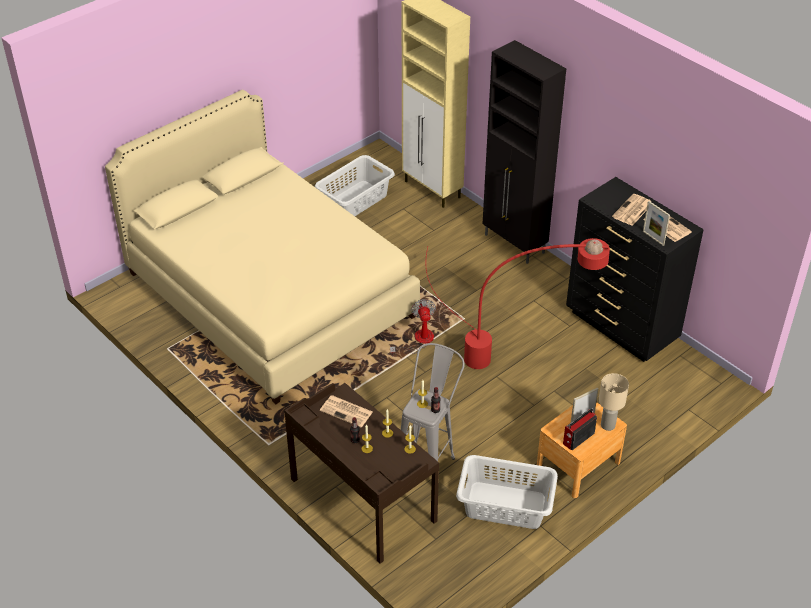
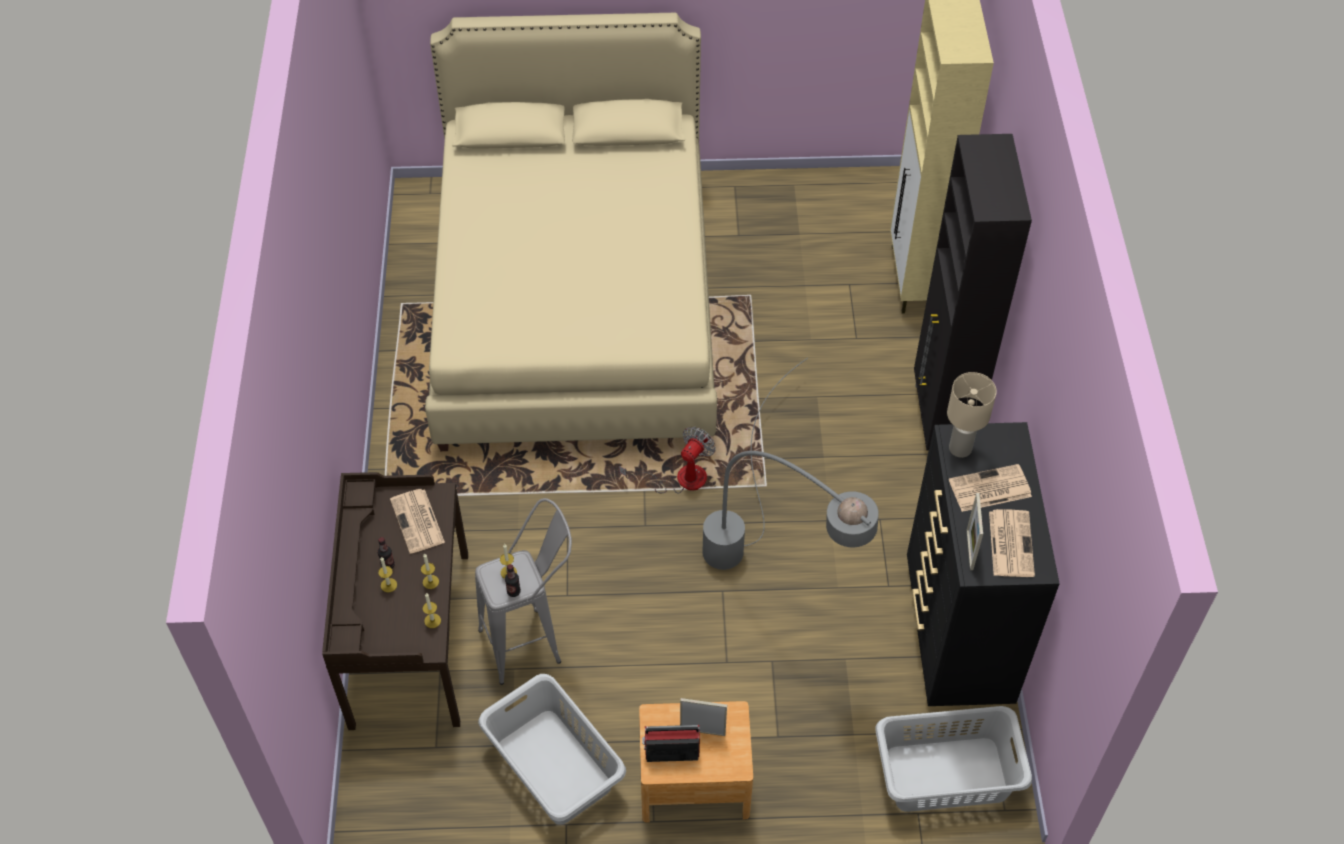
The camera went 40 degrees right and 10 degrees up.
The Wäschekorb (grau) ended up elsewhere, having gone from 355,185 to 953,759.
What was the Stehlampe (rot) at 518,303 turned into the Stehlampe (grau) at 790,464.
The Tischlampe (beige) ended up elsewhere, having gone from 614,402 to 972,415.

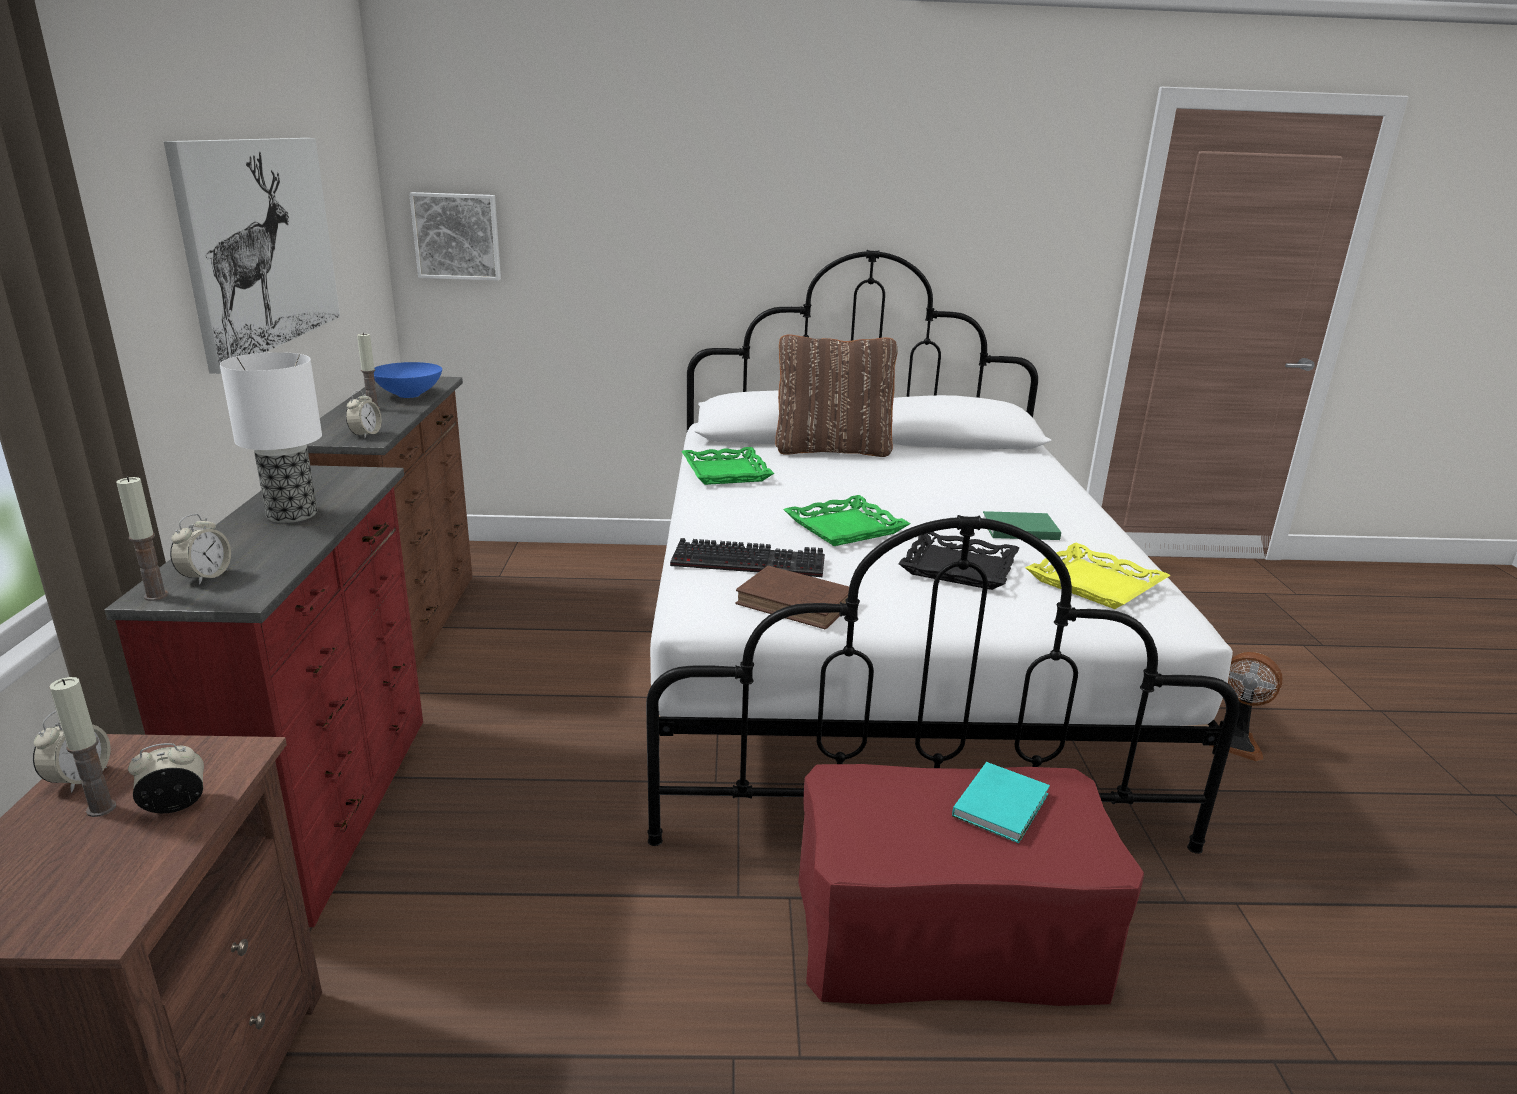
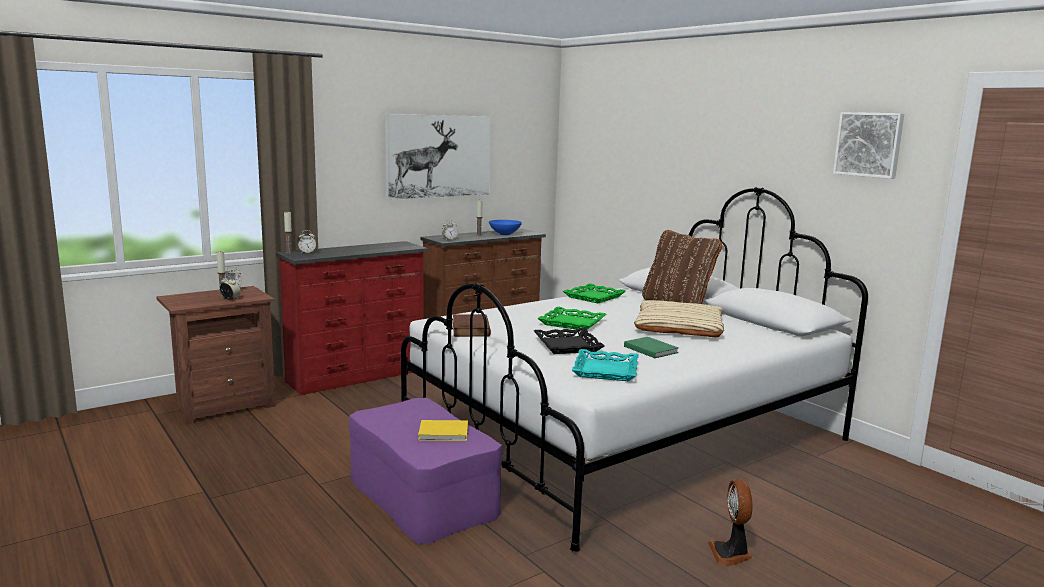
The camera went 55 degrees right and 10 degrees down.
The Bild ended up elsewhere, having gone from 455,236 to 868,145.
The second view lost the Tischlampe at 271,437.
The second view lost the Tastatur at 747,557.
What was the Tablett (gelb) at 1098,576 turned into the Tablett (türkis) at 605,365.
What was the Buch (türkis) at 1001,802 turned into the Buch (gelb) at 443,430.
What was the Polsterhocker (rot) at 971,885 turned into the Polsterhocker (lila) at 425,471.
The second view gained the Kissen (beige) at 679,318.

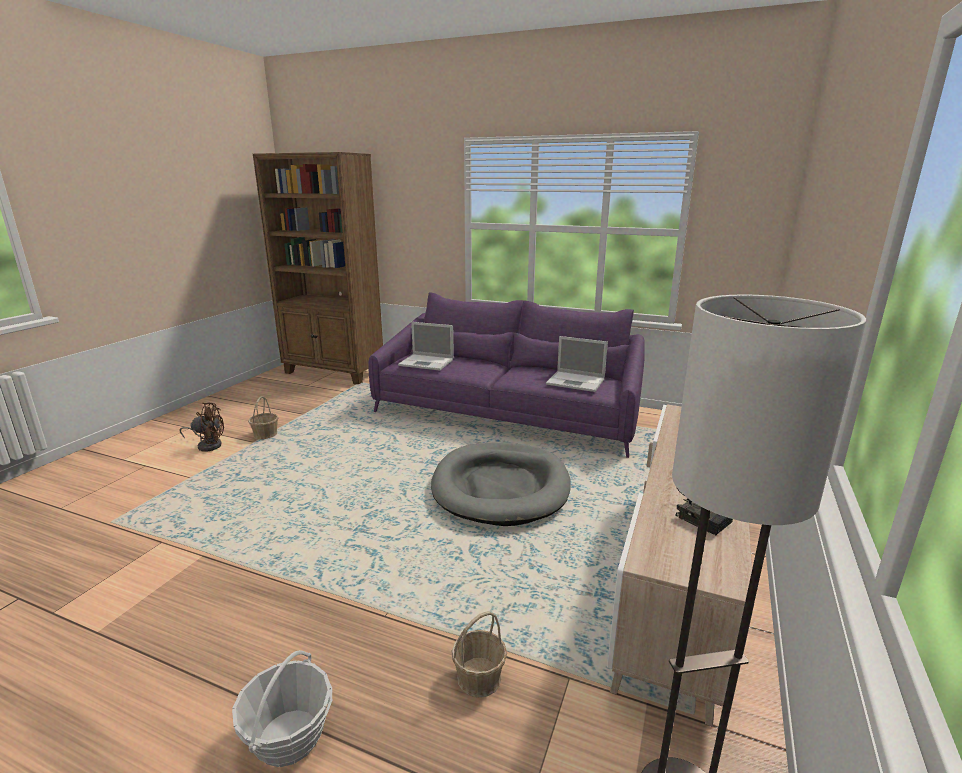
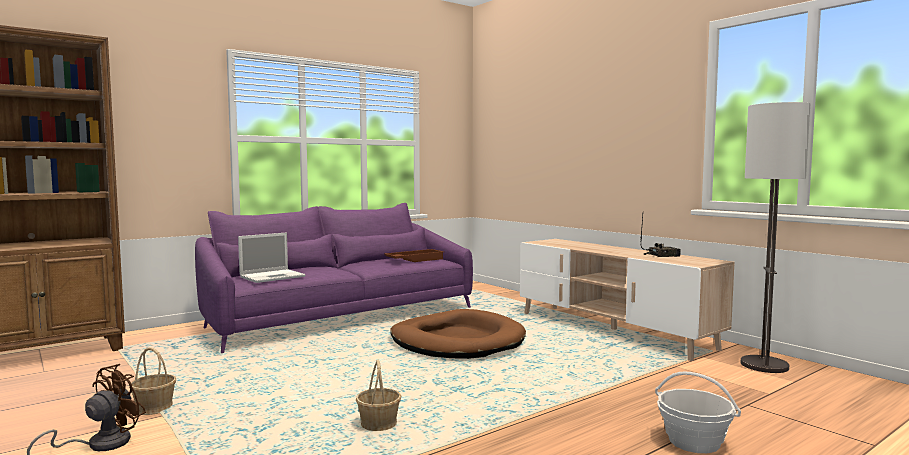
The camera went 60 degrees left and 15 degrees down.
Where the Laptop stood at 577,364, the Tablett (braun) came to stand at 414,255.
What was the Hundebett (grau) at 501,484 turned into the Hundebett (braun) at 458,334.
The Korb ended up elsewhere, having gone from 479,654 to 378,395.

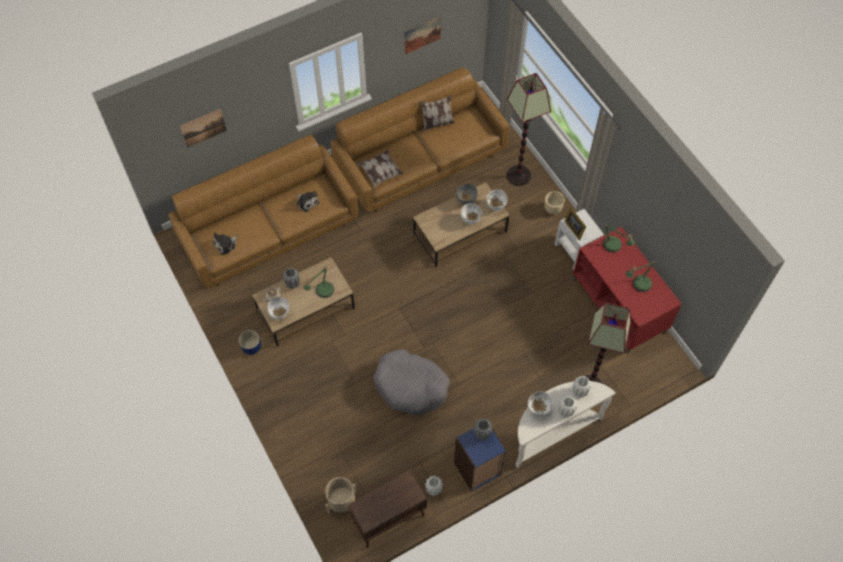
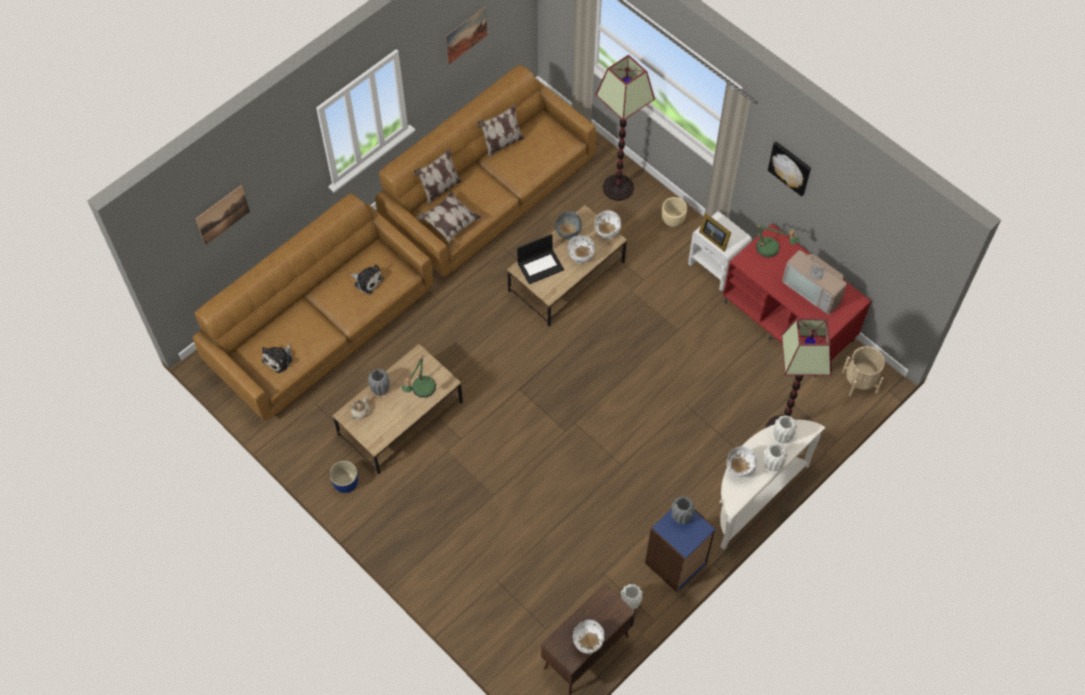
The camera went 15 degrees left and 0 degrees up.
Where the Tischlampe stood at 641,276, the Fernseher came to stand at 814,280.
The Schüssel (weiß) ended up elsewhere, having gone from 278,308 to 588,637.
The second view lost the Hundebett (grau) at 411,382.
The Pflanzkübel (beige) ended up elsewhere, having gone from 340,495 to 863,371.
The second view gained the Bild at 789,169.
The second view gained the Kissen at 438,176.
The second view gained the Laptop at 540,259.

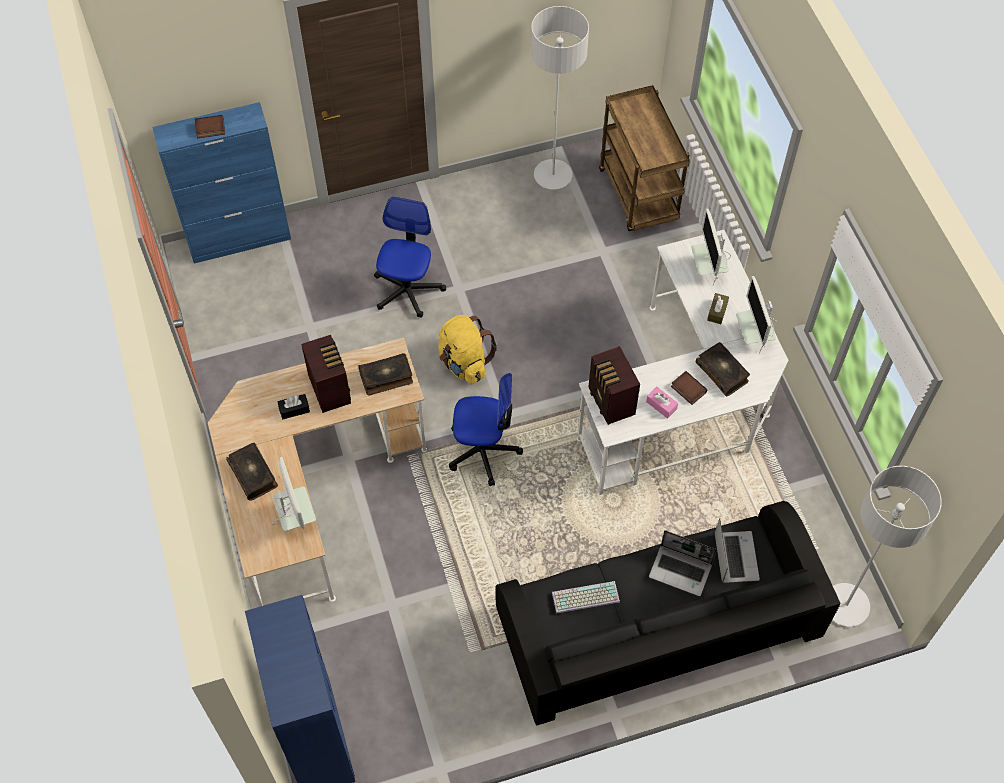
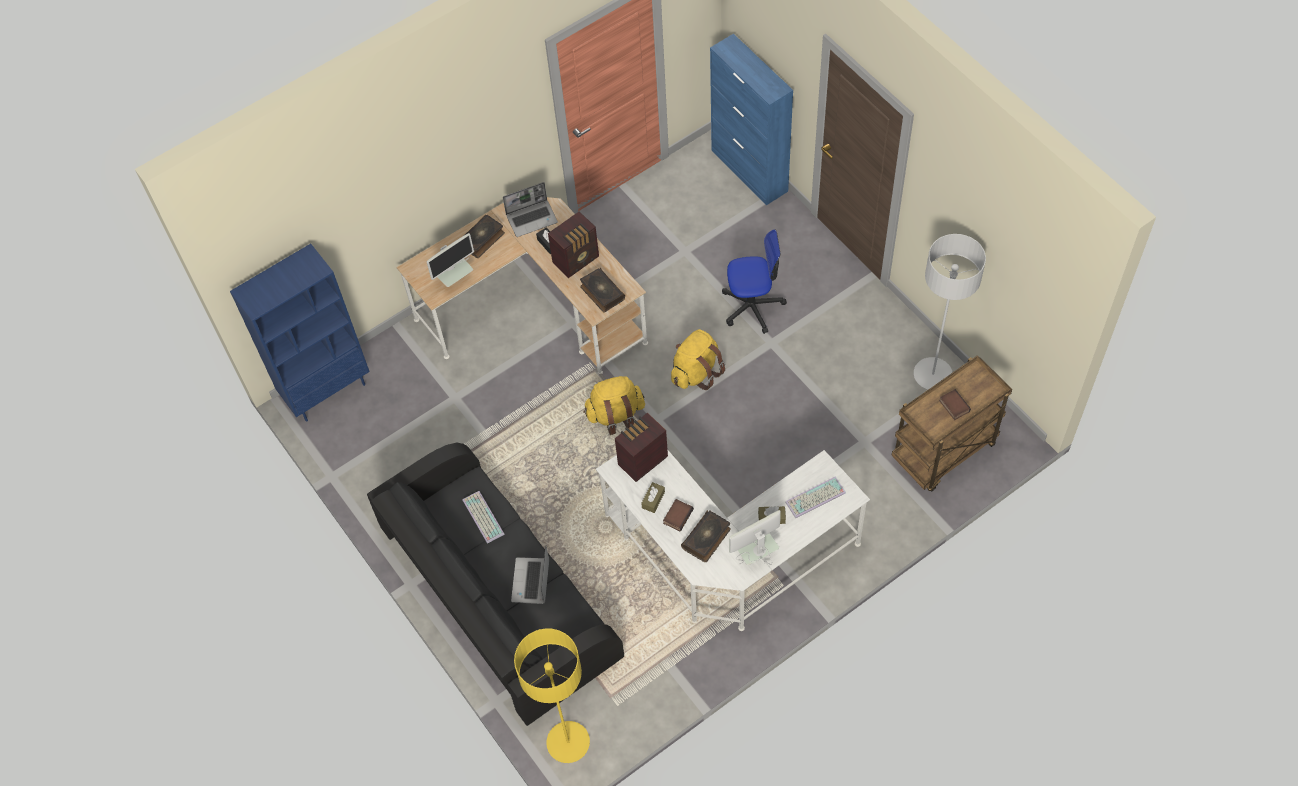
The camera went 75 degrees right and 0 degrees up.
The Buch ended up elsewhere, having gone from 209,126 to 955,404.
Where the Monitor stood at 711,247, the Tastatur came to stand at 815,497.
Where the Bürostuhl stood at 486,429, the Rucksack (gelb) came to stand at 614,405.
What was the Taschentuchbox (rosa) at 662,402 turned into the Taschentuchbox (braun) at 653,497.
What was the Stehlampe (grau) at 887,546 turned into the Stehlampe (gelb) at 552,695.
The Laptop ended up elsewhere, having gone from 737,550 to 530,209.

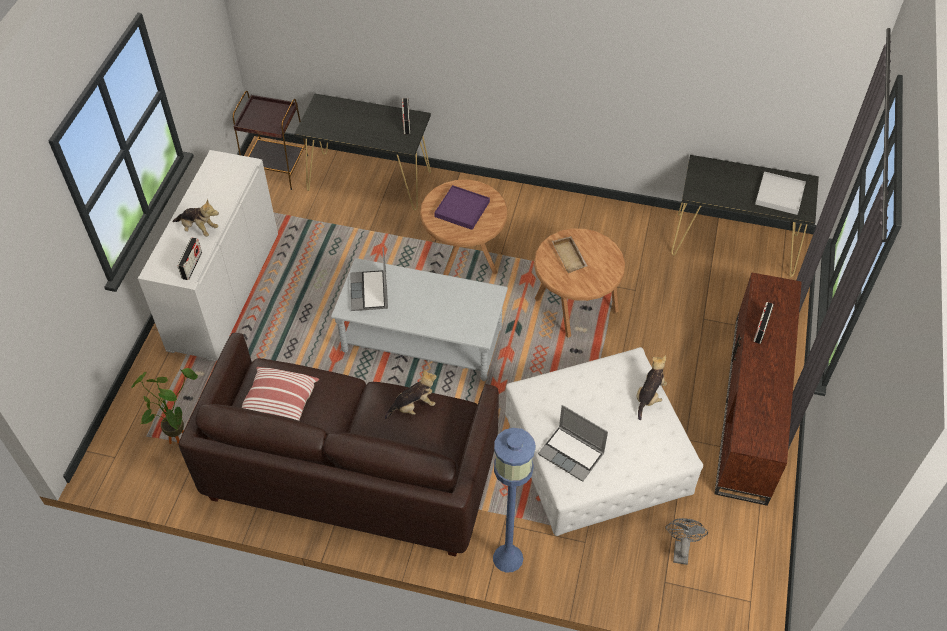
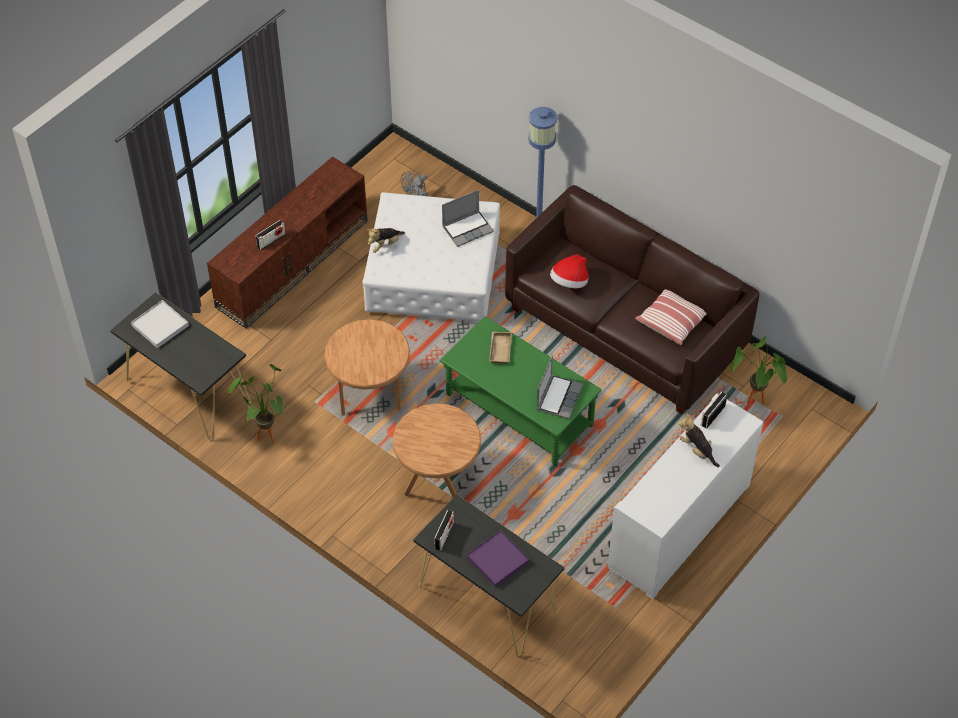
The camera went 155 degrees left and 0 degrees up.
The second view lost the Beistelltisch (braun) at 270,140.
The Tablett (lila) ended up elsewhere, having gone from 462,207 to 498,558.
The Tablett (beige) ended up elsewhere, having gone from 569,254 to 500,347.
What was the Couchtisch (grau) at 419,319 turned into the Couchtisch (grün) at 521,390.
Where the Plüschtier stood at 411,394, the Hut came to stand at 569,271.
The Laptop at 573,443 ended up facing another way, 90 degrees clockwise from before.
The second view gained the Topfpflanze at 256,404.

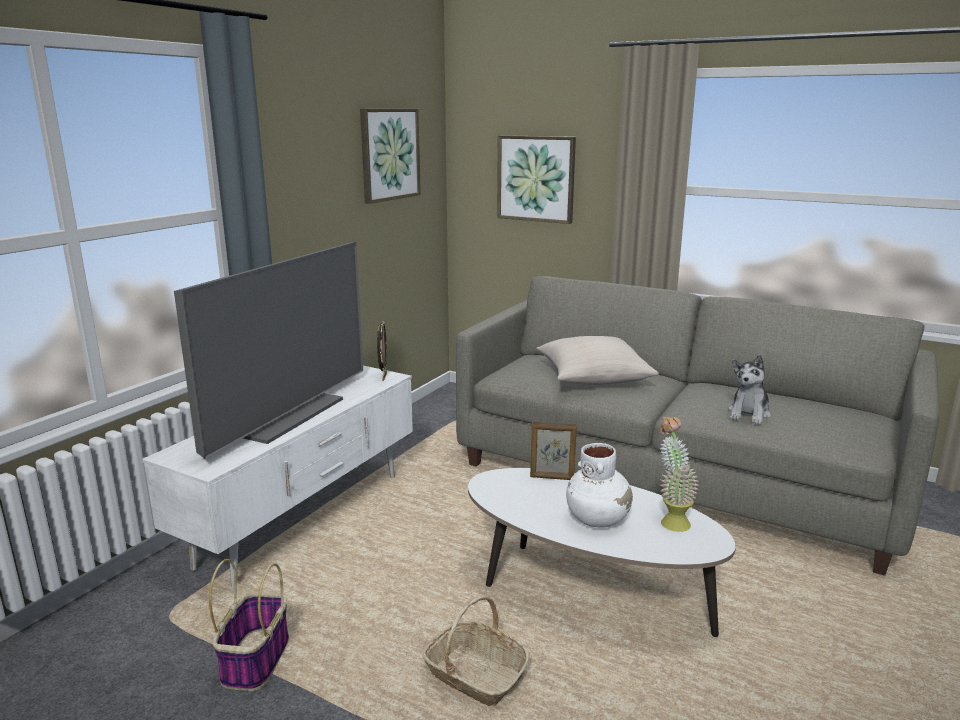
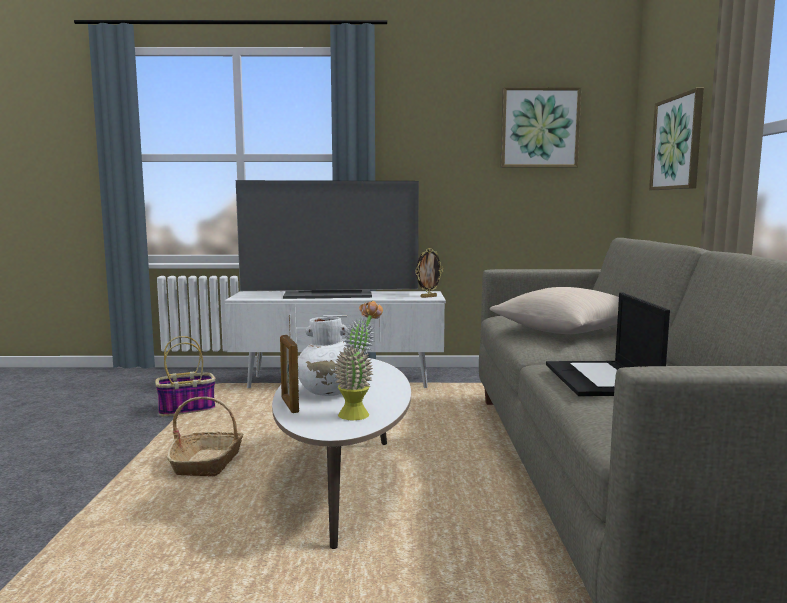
The camera went 60 degrees right and 10 degrees down.
Where the Plüschtier stood at 749,390, the Laptop came to stand at 608,344.
The Bilderrahmen ended up elsewhere, having gone from 553,451 to 289,374.

